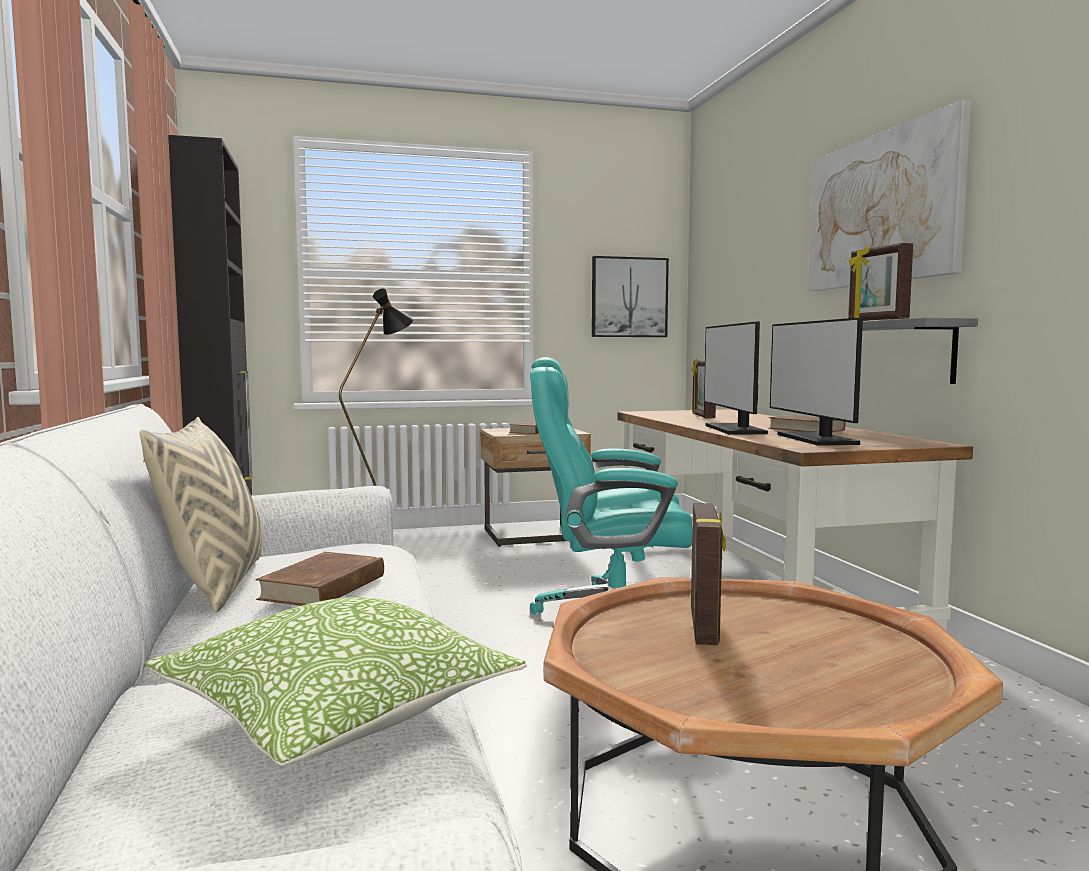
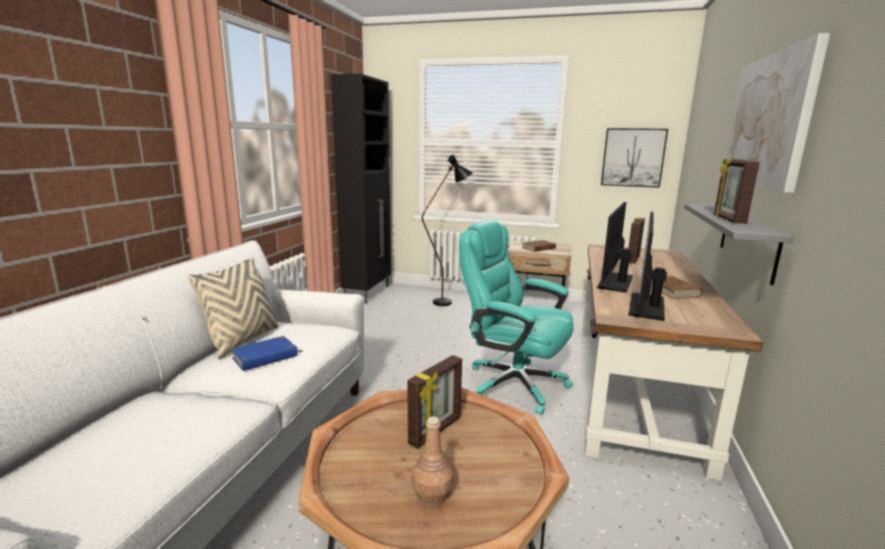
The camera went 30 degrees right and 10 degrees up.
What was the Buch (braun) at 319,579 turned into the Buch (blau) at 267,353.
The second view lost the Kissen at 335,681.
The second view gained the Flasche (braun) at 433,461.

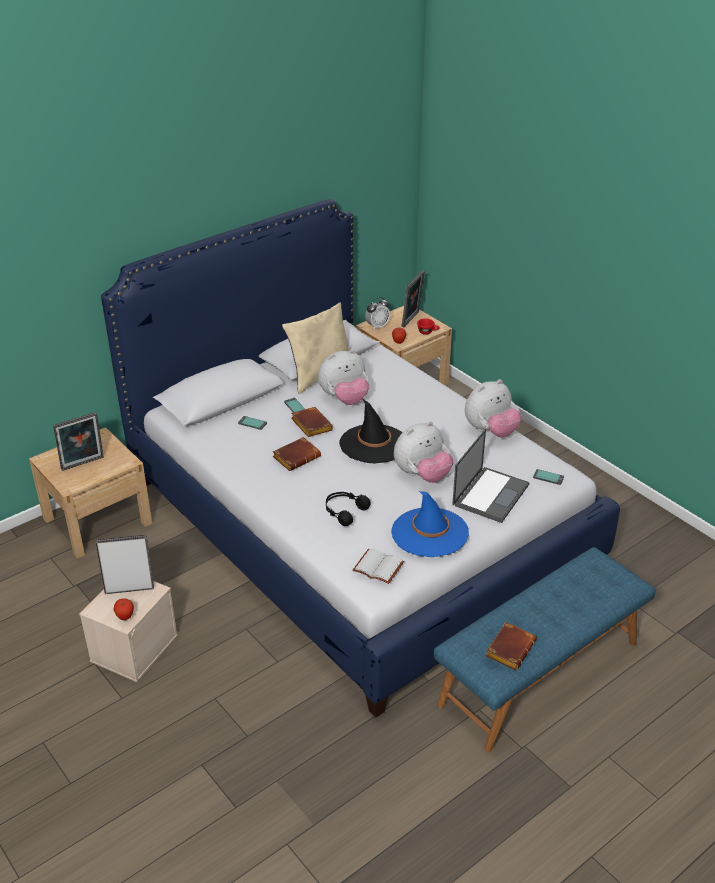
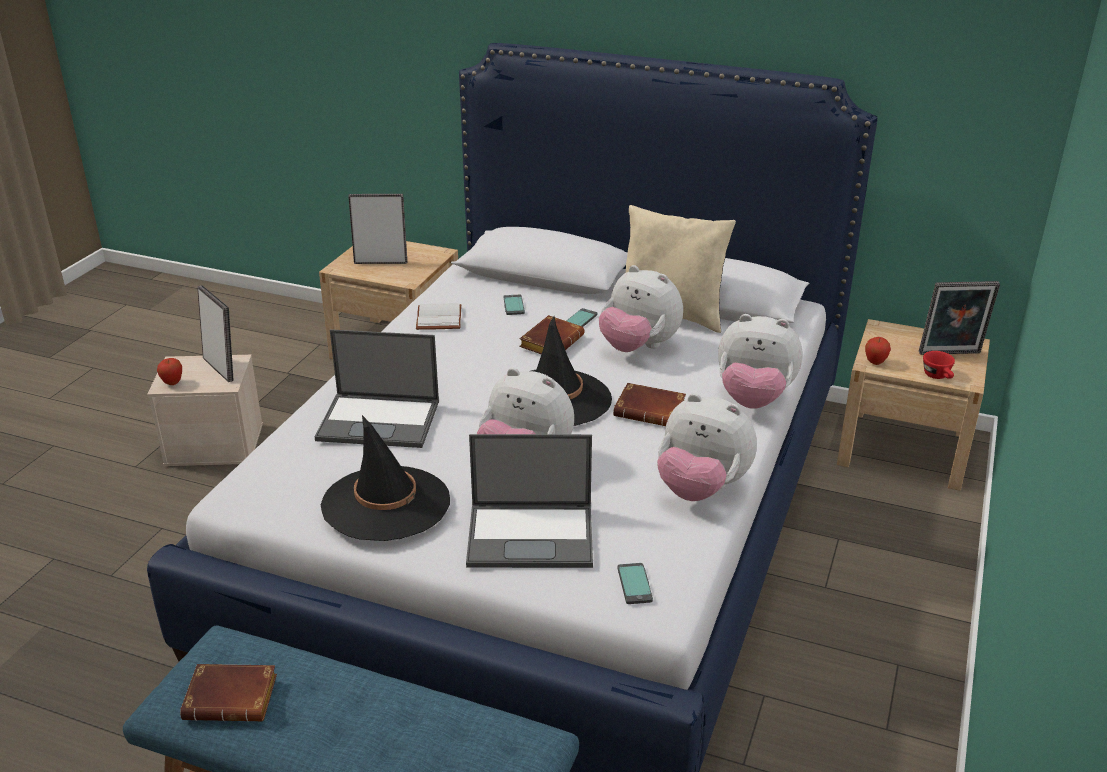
The camera went 60 degrees right and 5 degrees down.
The second view lost the Wecker at 377,313.
The Bilderrahmen at 78,441 ended up facing another way, 150 degrees clockwise from before.
The Buch (braun) ended up elsewhere, having gone from 297,454 to 649,404.
What was the Hut (blau) at 430,524 turned into the Hut (schwarz) at 385,478.
Where the Kopfhörer (schwarz) stood at 348,509, the Laptop came to stand at 377,388.
The Buch (weiß) ended up elsewhere, having gone from 378,566 to 438,316.
The second view gained the Plüschtier at 760,361.

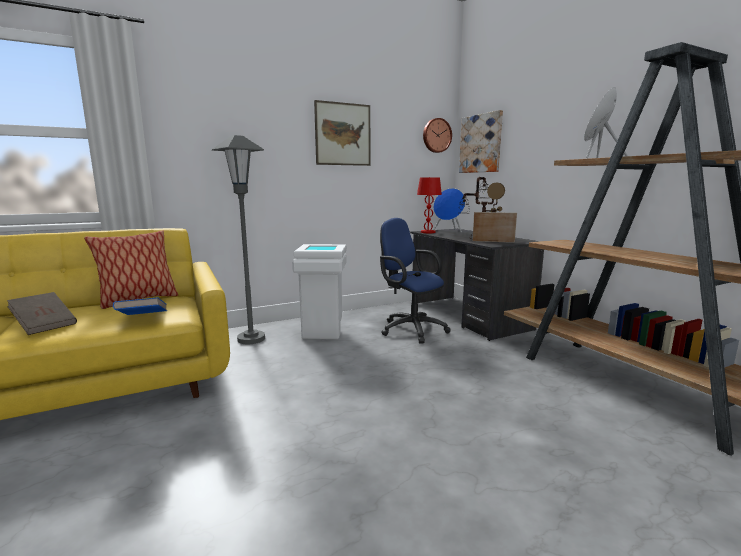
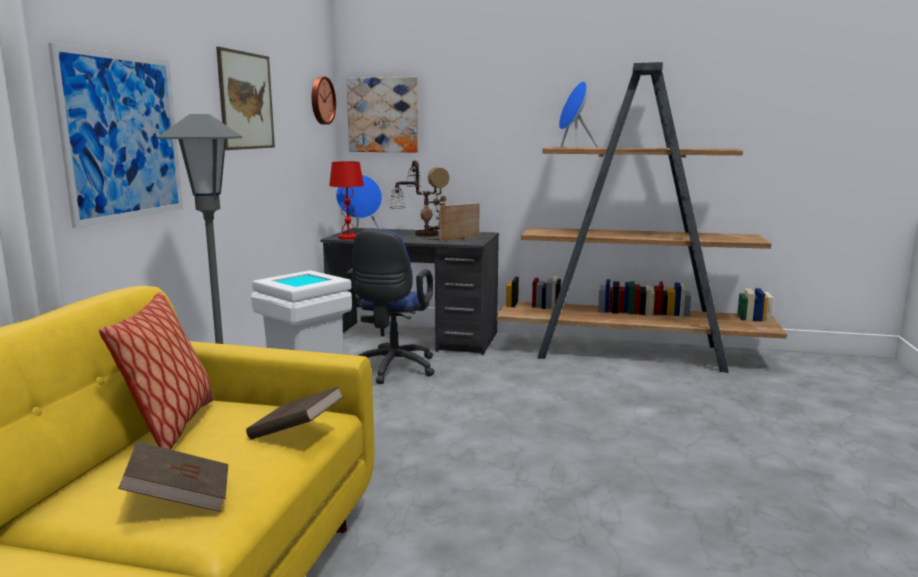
The camera went 50 degrees left and 0 degrees up.
The Bürostuhl (blau) at 415,281 ended up facing another way, 75 degrees counterclockwise from before.
What was the Buch (blau) at 140,306 turned into the Buch (braun) at 294,413.
The second view gained the Bild at 115,135.

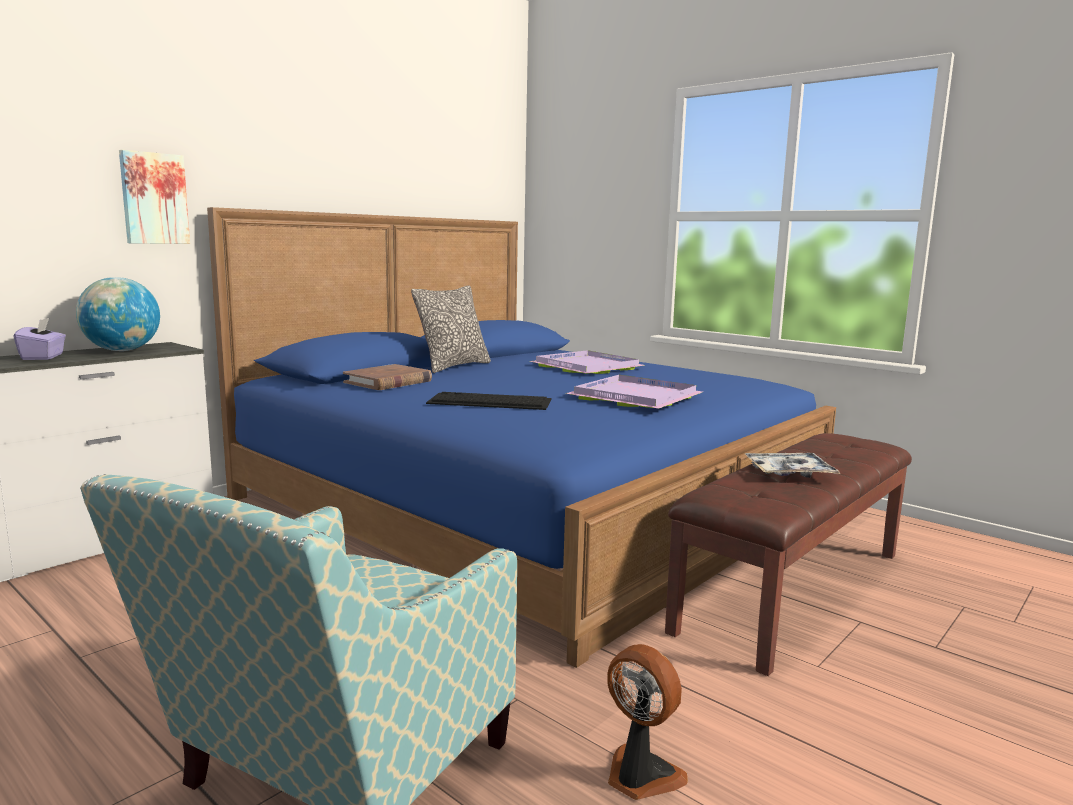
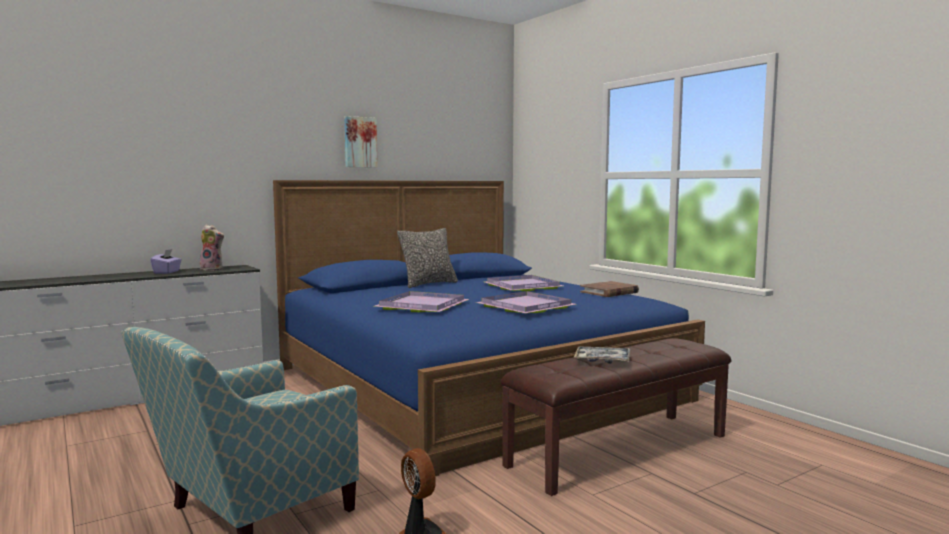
The camera went 15 degrees right and 5 degrees down.
The Bild ended up elsewhere, having gone from 154,197 to 360,142.
Where the Globus stood at 118,314, the Plüschtier came to stand at 212,248.
The Buch (braun) ended up elsewhere, having gone from 387,377 to 609,289.
Where the Tastatur stood at 489,401, the Tablett (lila) came to stand at 422,301.

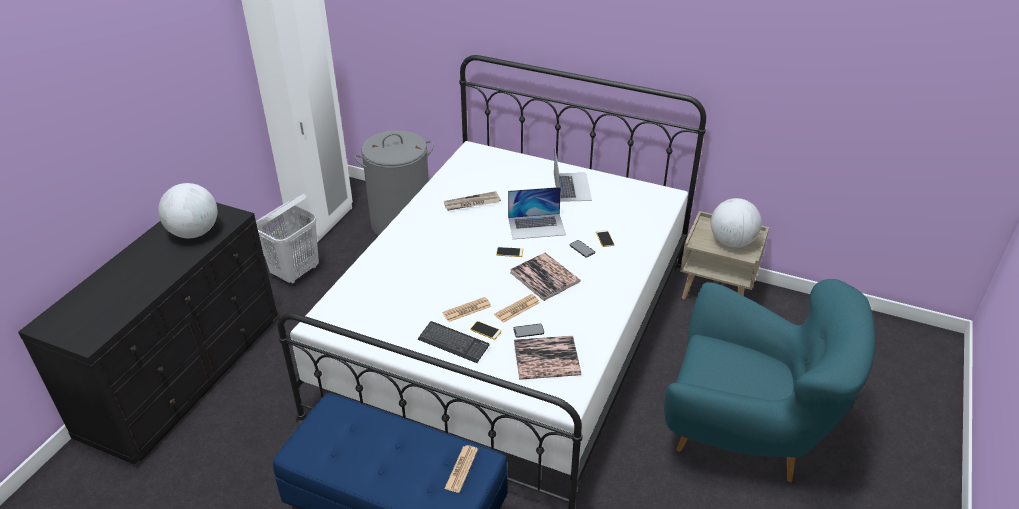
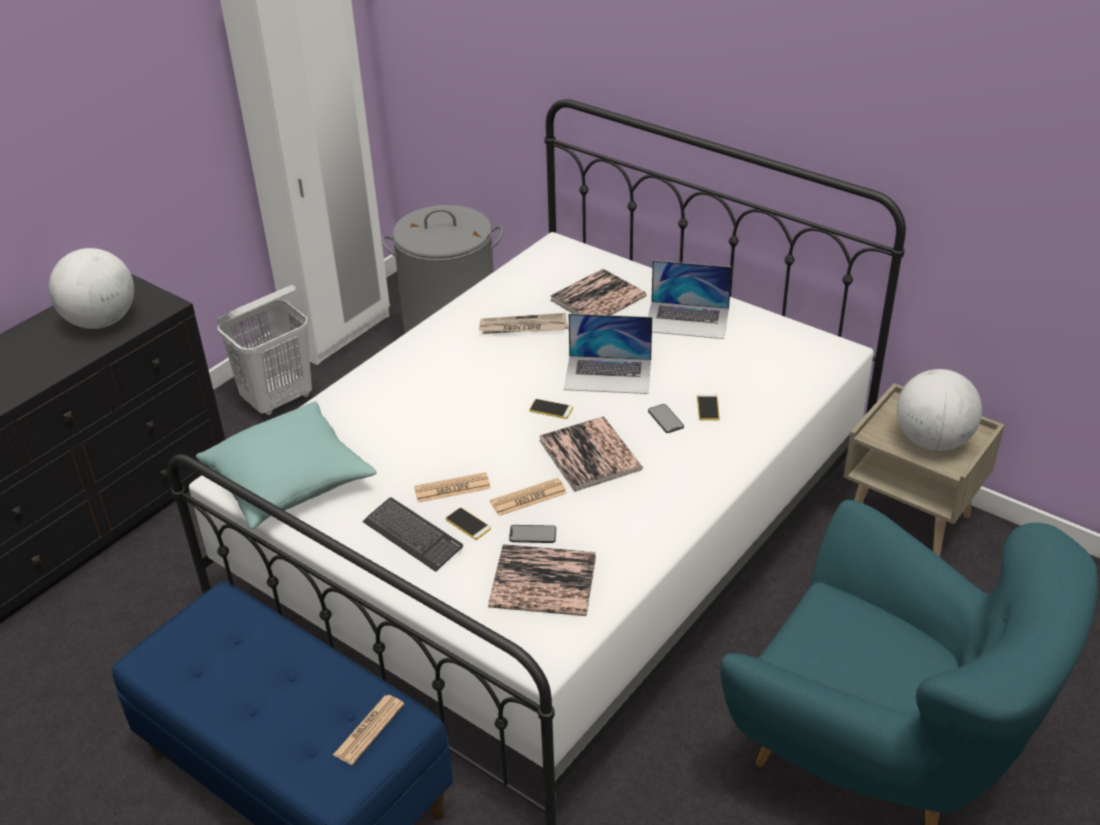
The camera went 15 degrees right and 0 degrees up.
The Laptop at 573,175 ended up facing another way, 90 degrees clockwise from before.
The second view gained the Buch at 598,292.
The second view gained the Kissen (türkis) at 286,465.

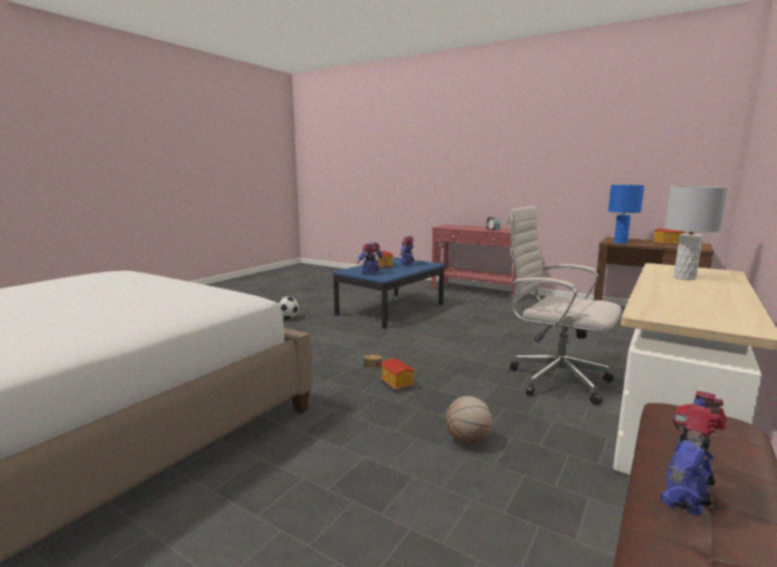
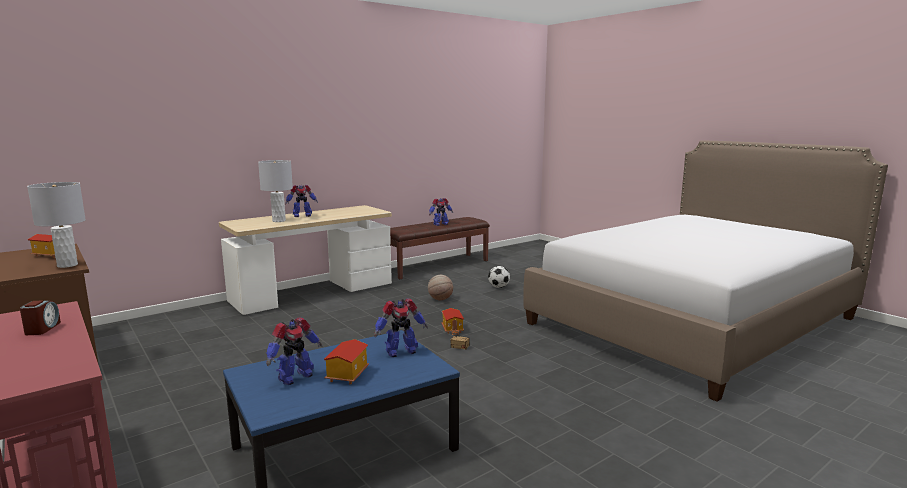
The camera went 160 degrees left and 0 degrees up.
What was the Tischlampe (blau) at 626,214 turned into the Tischlampe (grau) at 56,225.
The second view lost the Bürostuhl (weiß) at 564,305.
The Fußball ended up elsewhere, having gone from 288,307 to 499,277.
The second view gained the Spielzeugroboter at 301,201.

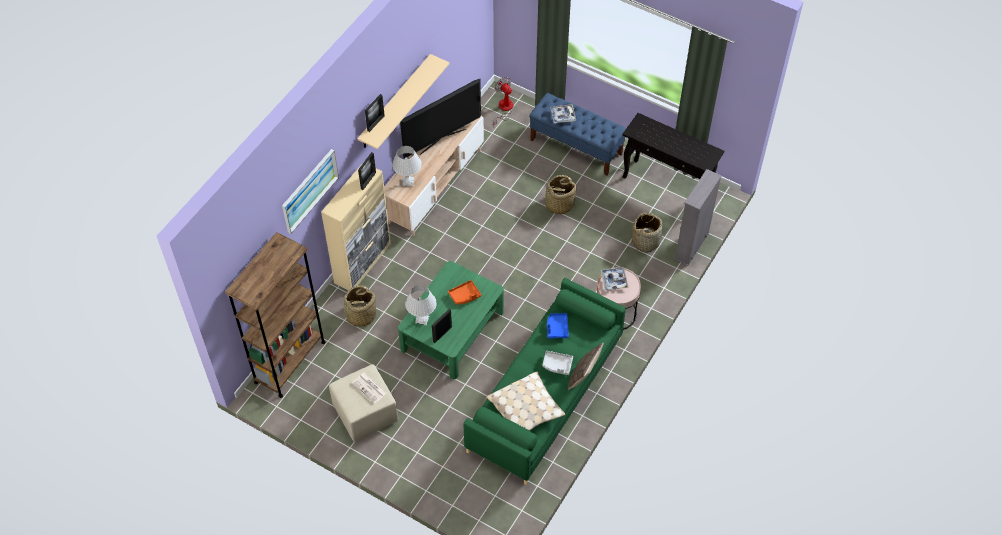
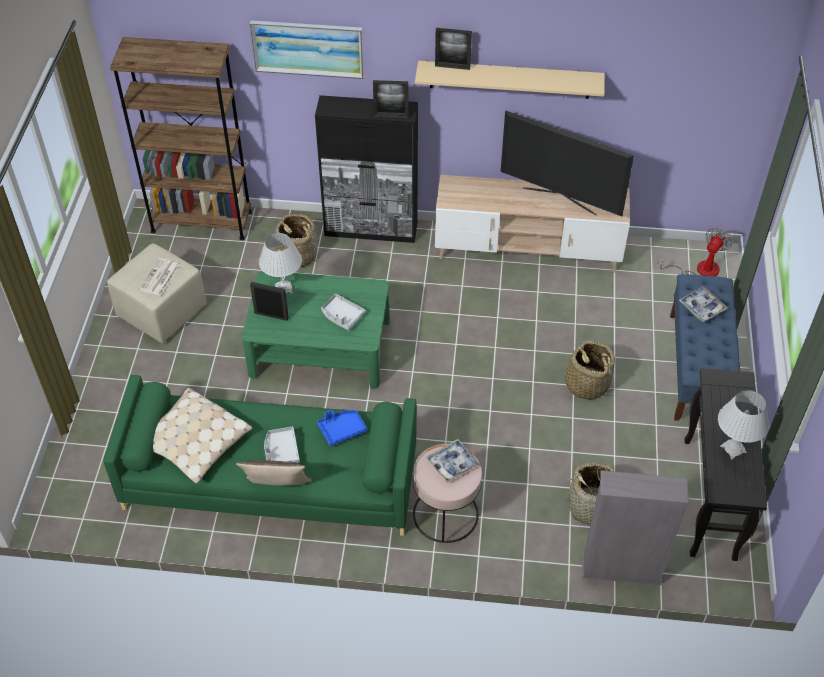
The camera went 65 degrees right and 5 degrees down.
The Tischlampe (weiß) ended up elsewhere, having gone from 407,166 to 743,424.
What was the Schrank (beige) at 356,226 turned into the Schrank (schwarz) at 366,169.
What was the Tablett (orange) at 464,292 turned into the Tablett (grau) at 343,312.

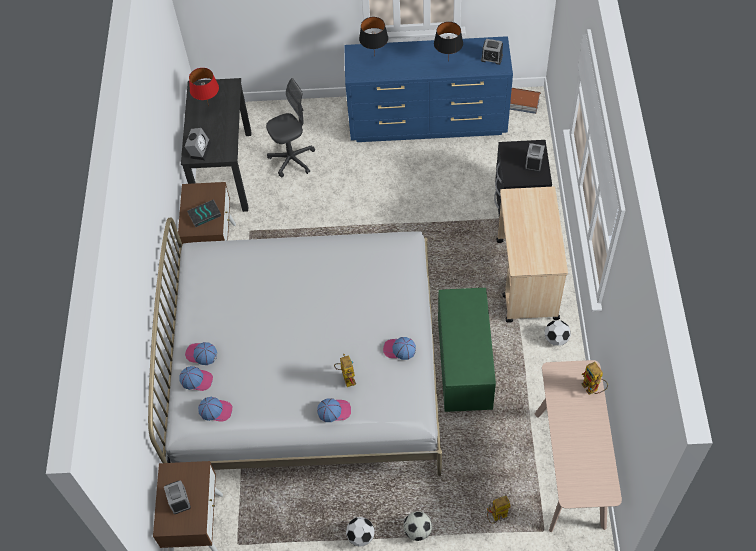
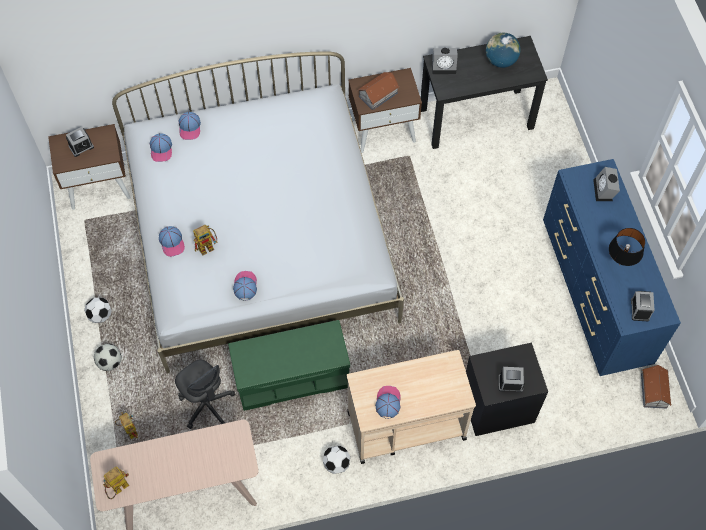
The camera went 75 degrees right and 5 degrees up.
Where the Tischlampe (schwarz) stood at 373,36, the Wecker came to stand at 606,184.
Where the Tischlampe (rot) stood at 204,87, the Globus came to stand at 503,50.
The Bürostuhl (grau) ended up elsewhere, having gone from 290,128 to 205,394.
Where the Buch stood at 204,213, the Spielzeughaus came to stand at 378,91.
The Kappe ended up elsewhere, having gone from 201,353 to 388,402.
The Spielzeugroboter ended up elsewhere, having gone from 594,378 to 116,482.

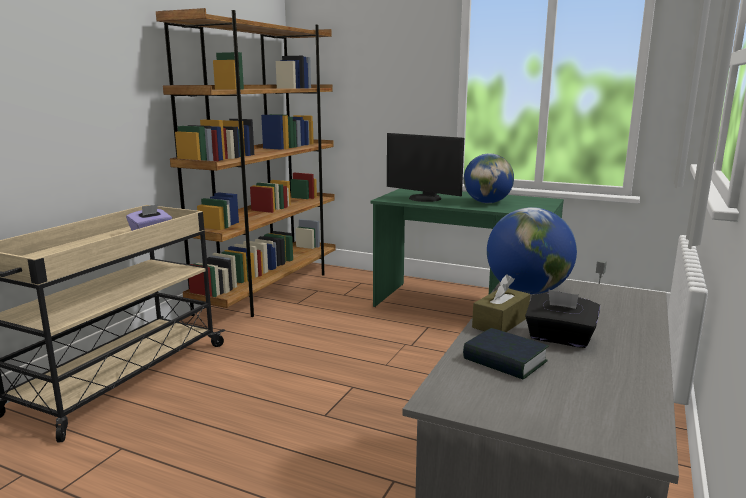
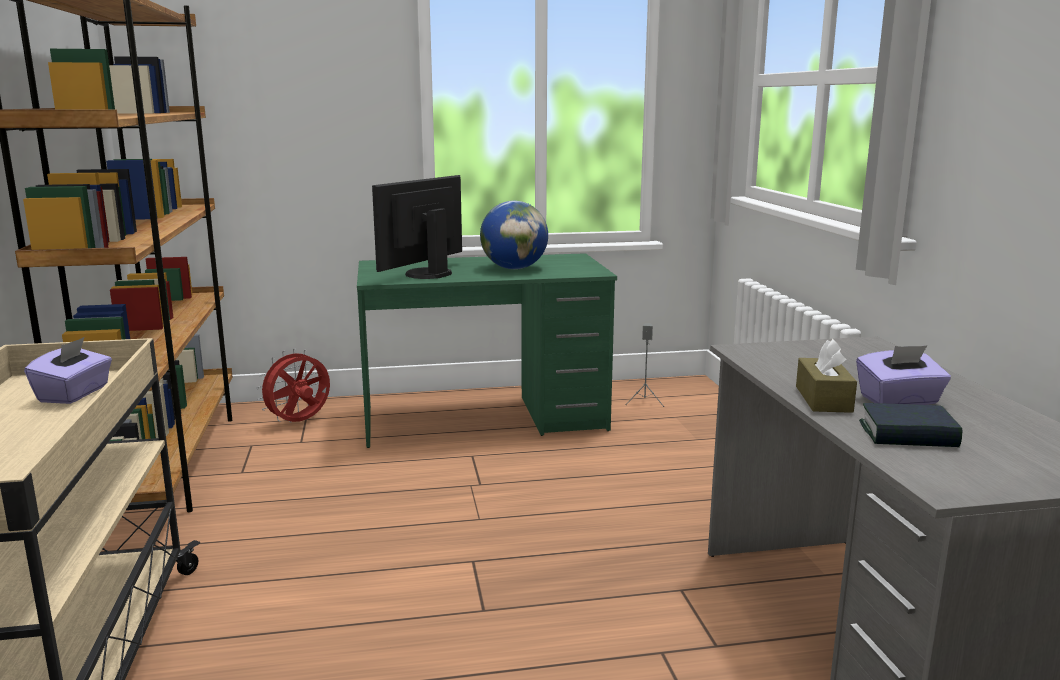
The camera went 35 degrees left and 0 degrees up.
The Monitor at 425,167 ended up facing another way, 120 degrees clockwise from before.
The second view lost the Globus at 532,250.
What was the Taschentuchbox (schwarz) at 562,318 turned into the Taschentuchbox (lila) at 903,375.
The second view gained the Ventilator (rot) at 293,385.

